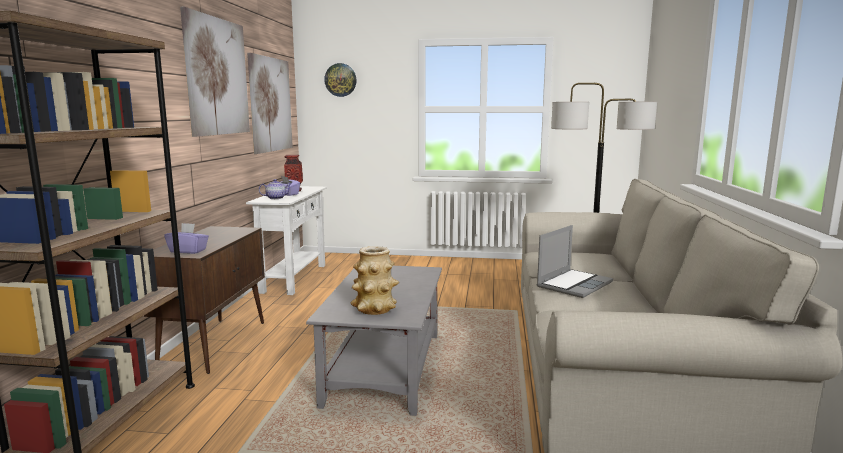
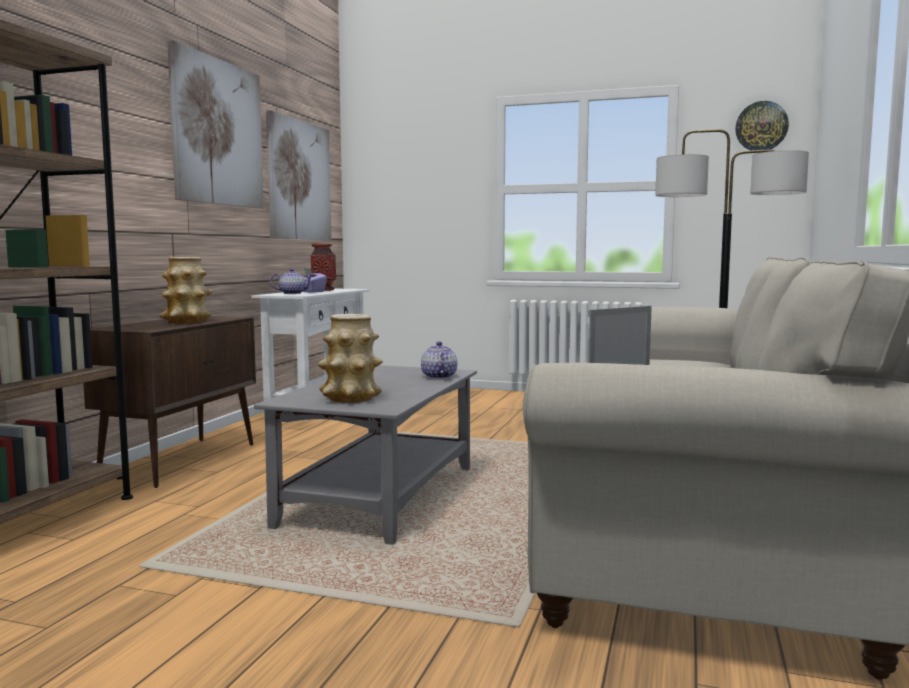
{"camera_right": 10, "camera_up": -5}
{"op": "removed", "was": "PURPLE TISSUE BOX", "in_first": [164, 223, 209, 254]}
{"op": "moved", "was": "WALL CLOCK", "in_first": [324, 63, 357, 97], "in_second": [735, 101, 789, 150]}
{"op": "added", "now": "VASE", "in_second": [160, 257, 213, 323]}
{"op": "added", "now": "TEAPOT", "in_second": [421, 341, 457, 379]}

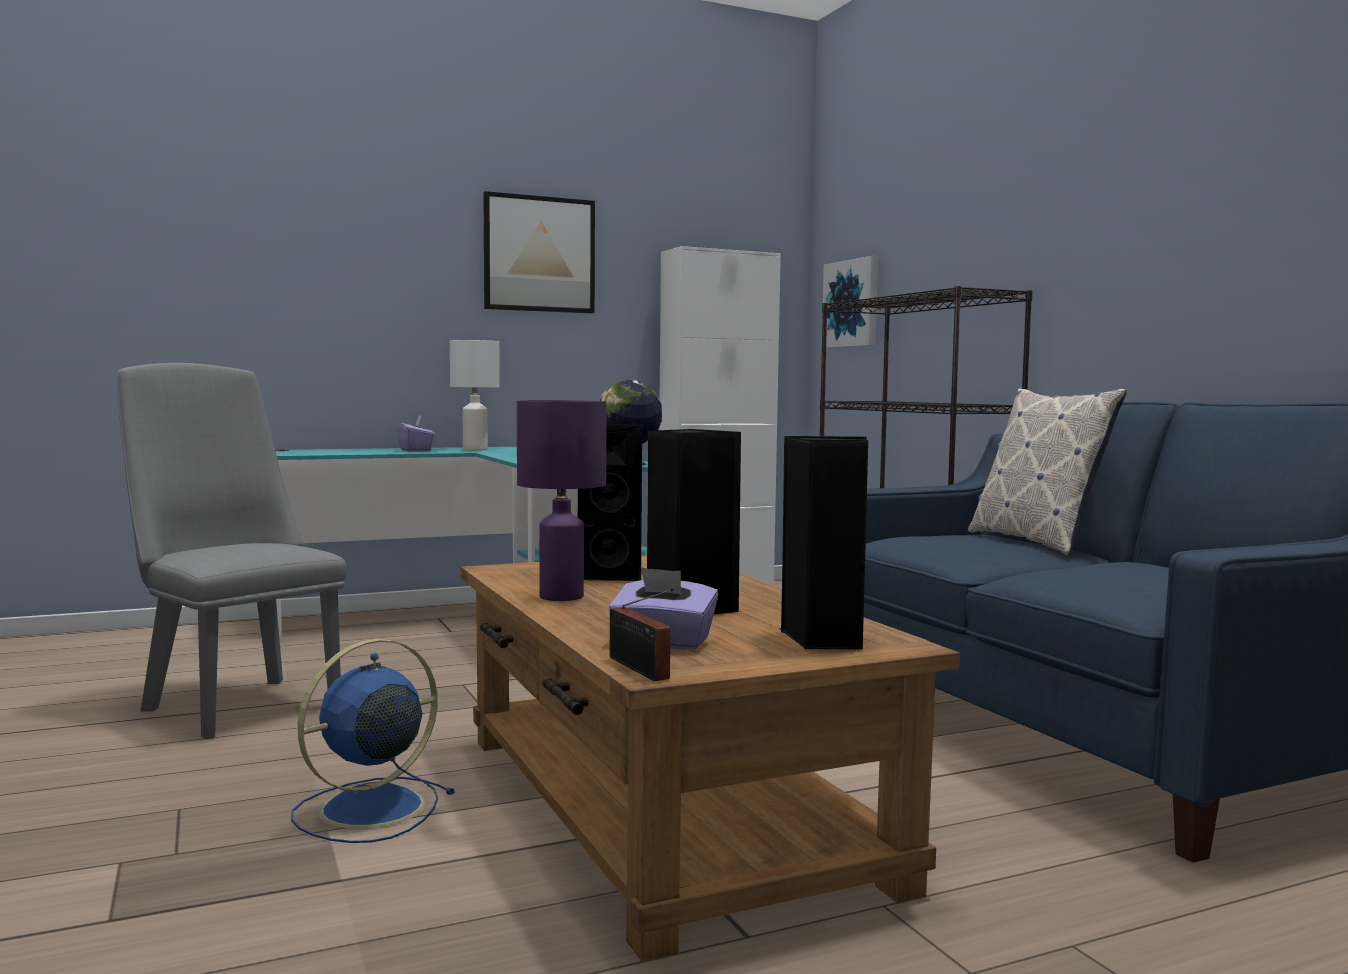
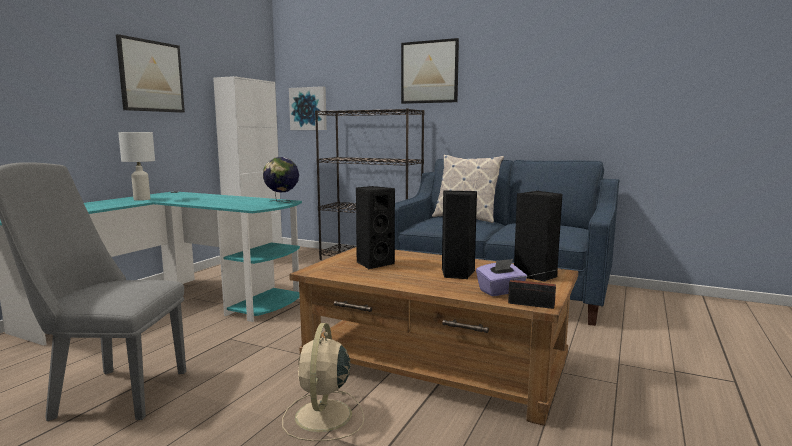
{"camera_right": -40, "camera_up": 5}
{"op": "recoloured", "was": "BLUE FAN", "now": "BEIGE FAN", "in_first": [291, 639, 455, 843], "in_second": [282, 323, 364, 441]}
{"op": "removed", "was": "PURPLE TISSUE BOX", "in_first": [397, 415, 435, 452]}
{"op": "removed", "was": "PURPLE TABLE LAMP", "in_first": [517, 400, 606, 601]}
{"op": "added", "now": "PICTURE", "in_second": [401, 38, 459, 104]}

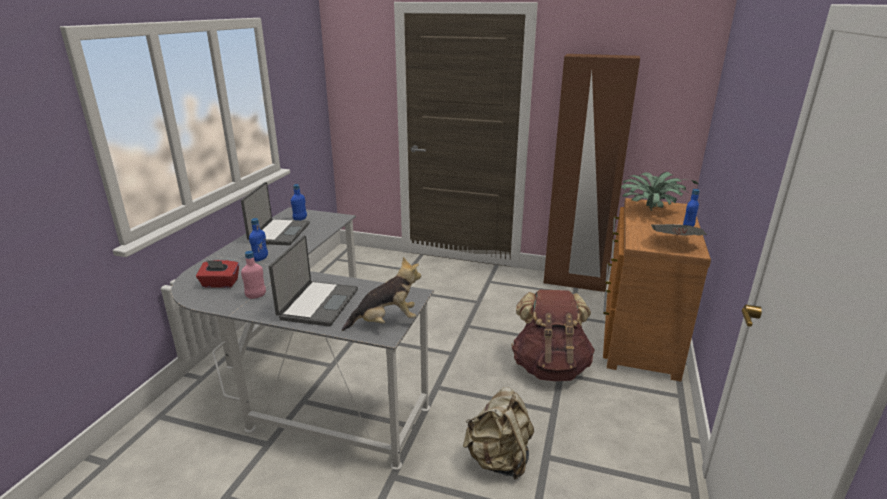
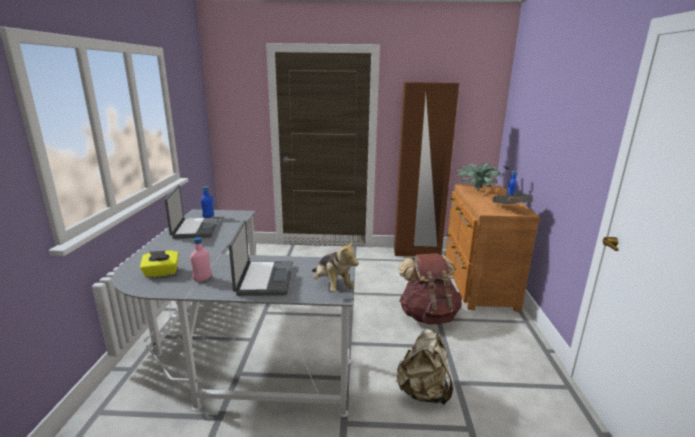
{"camera_right": -15, "camera_up": -5}
{"op": "recoloured", "was": "RED TISSUE BOX", "now": "YELLOW TISSUE BOX", "in_first": [196, 260, 239, 288], "in_second": [140, 251, 179, 278]}
{"op": "removed", "was": "BLUE BOTTLE", "in_first": [249, 218, 268, 261]}
{"op": "turned", "was": "PLUSH TOY", "in_first": [342, 257, 421, 331], "in_second": [312, 240, 359, 292], "clockwise": 90}

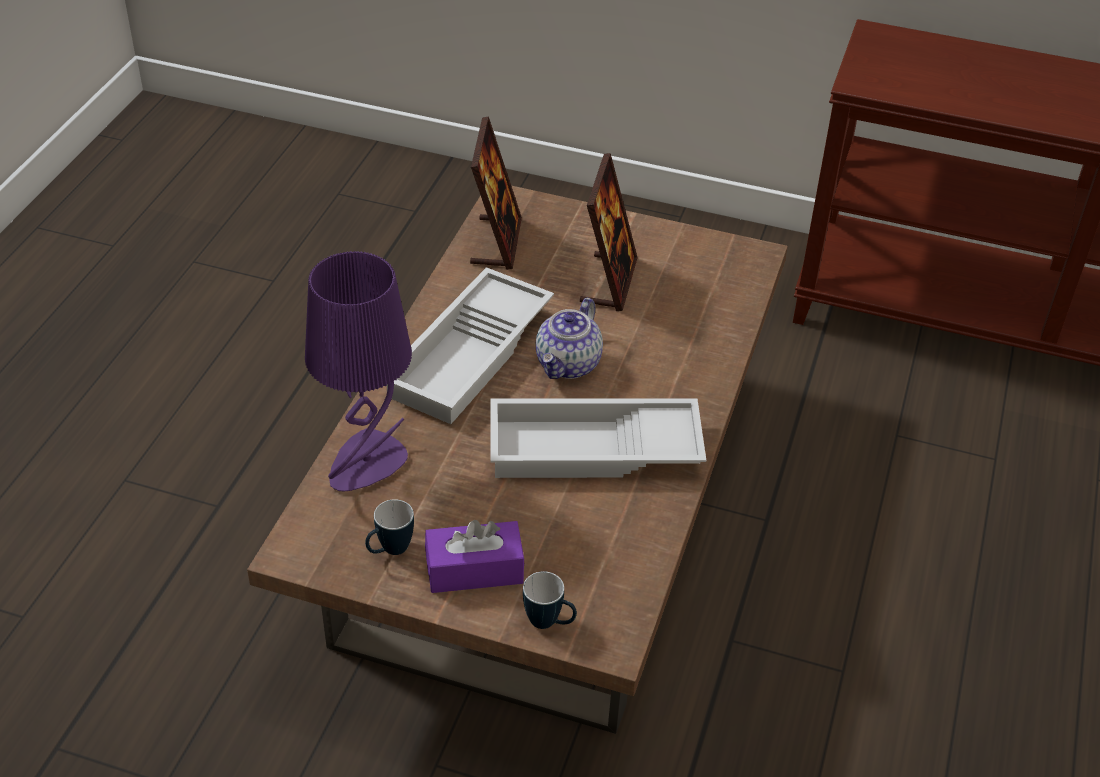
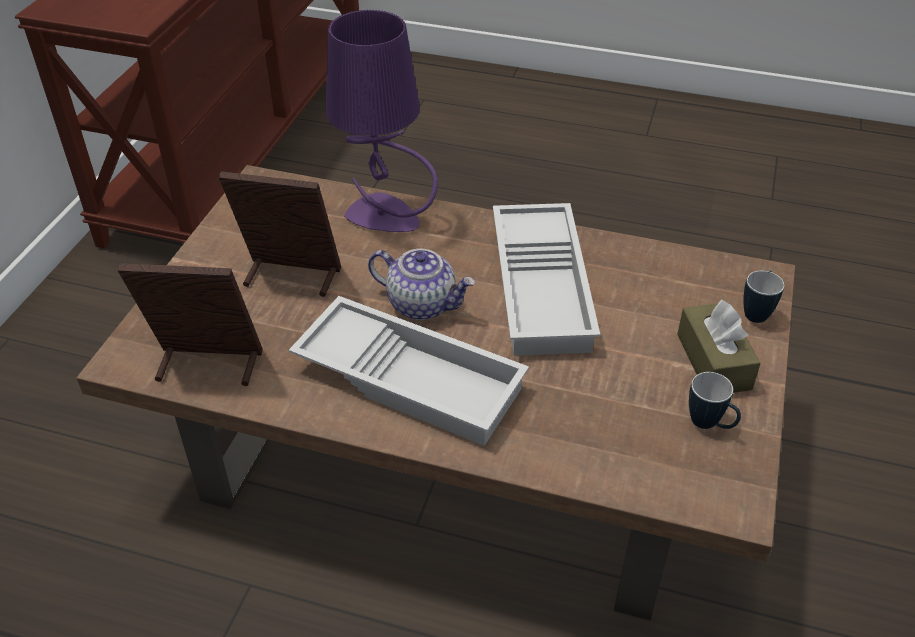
{"camera_right": -90, "camera_up": 0}
{"op": "moved", "was": "PURPLE TABLE LAMP", "in_first": [305, 251, 412, 491], "in_second": [325, 10, 438, 232]}
{"op": "recoloured", "was": "PURPLE TISSUE BOX", "now": "BROWN TISSUE BOX", "in_first": [425, 520, 525, 593], "in_second": [677, 299, 761, 393]}

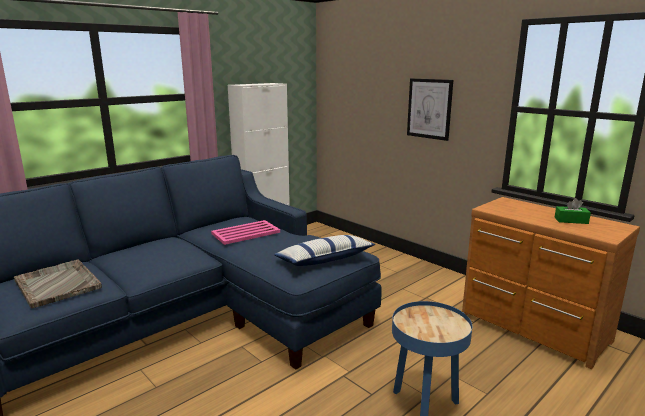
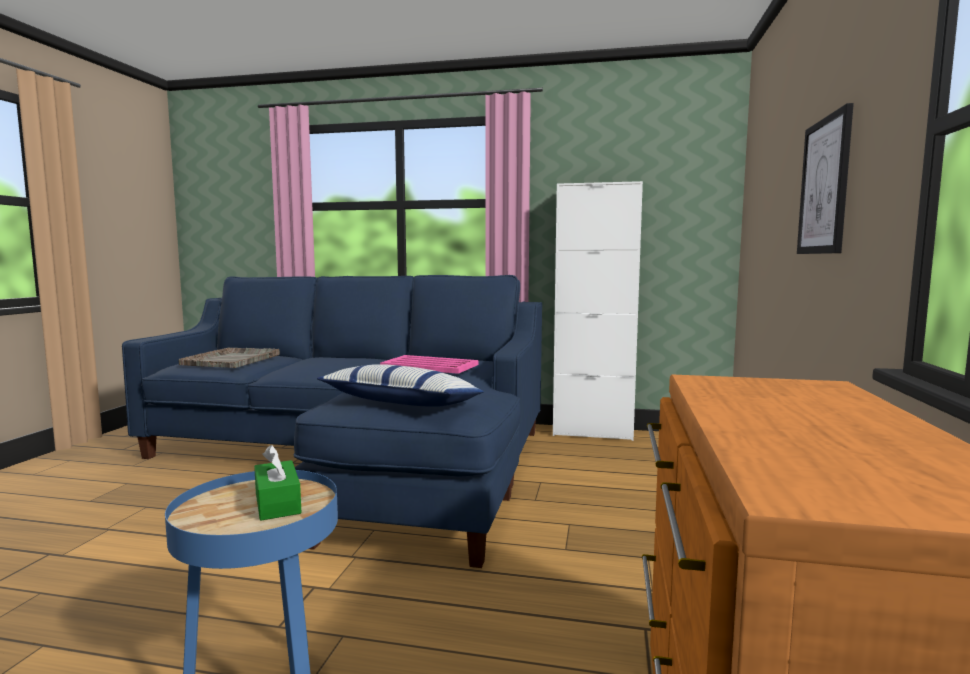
{"camera_right": 55, "camera_up": -10}
{"op": "moved", "was": "GREEN TISSUE BOX", "in_first": [555, 198, 591, 224], "in_second": [254, 445, 301, 521]}

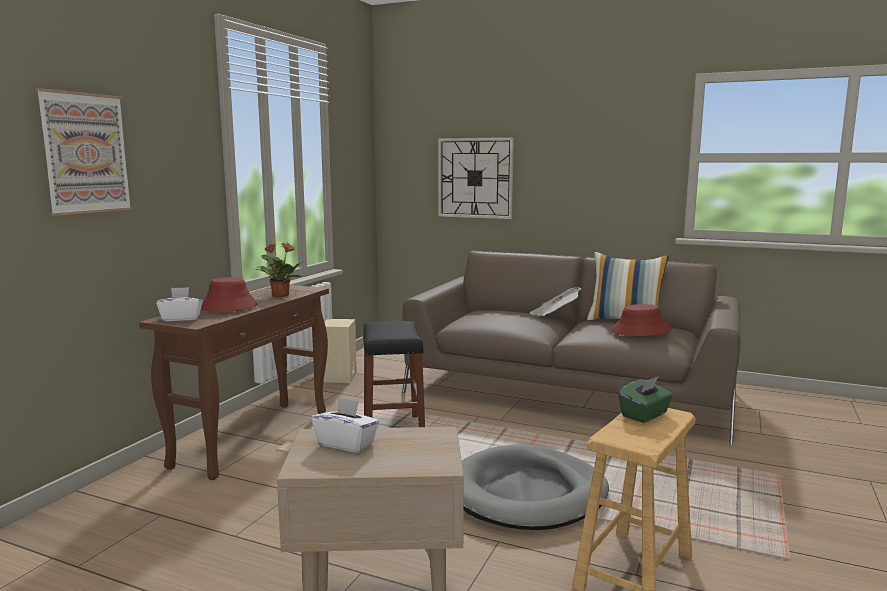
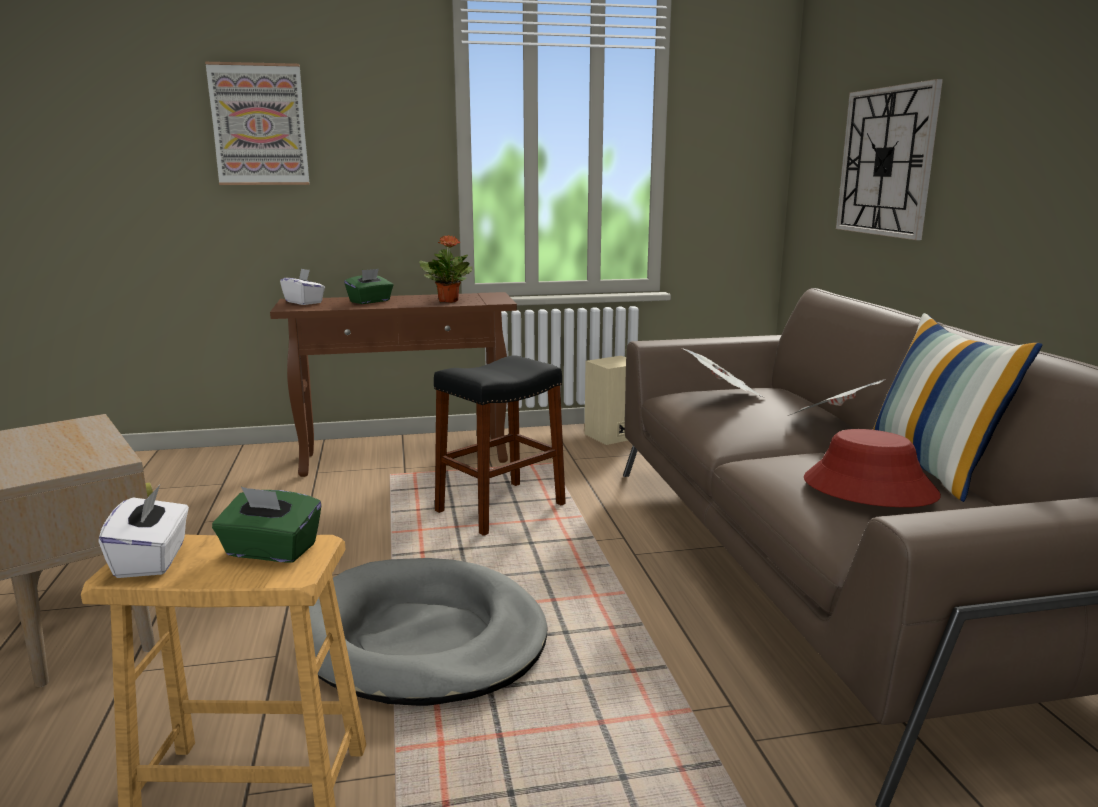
{"camera_right": 55, "camera_up": 5}
{"op": "replaced", "was": "RED HAT", "now": "GREEN TISSUE BOX", "in_first": [201, 277, 258, 312], "in_second": [344, 269, 393, 304]}
{"op": "moved", "was": "WHITE TISSUE BOX", "in_first": [311, 397, 379, 453], "in_second": [98, 485, 189, 578]}
{"op": "added", "now": "NEWSPAPER", "in_second": [682, 348, 766, 398]}

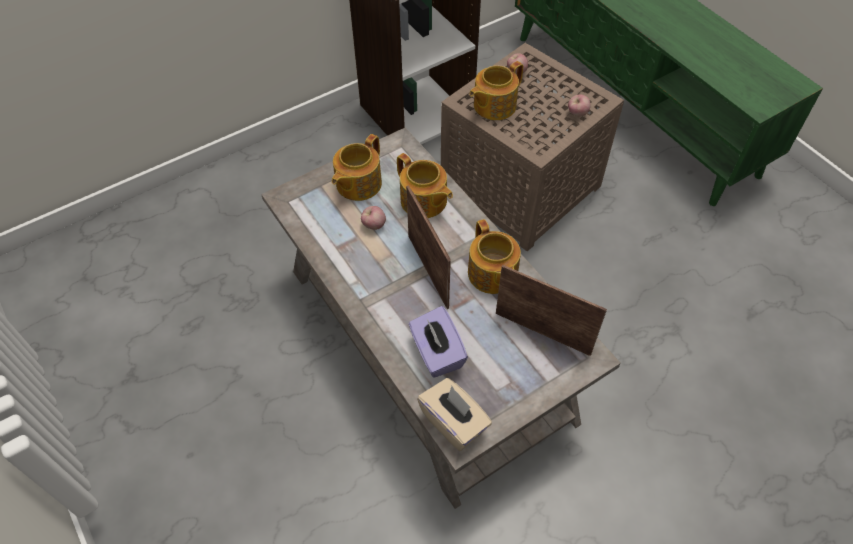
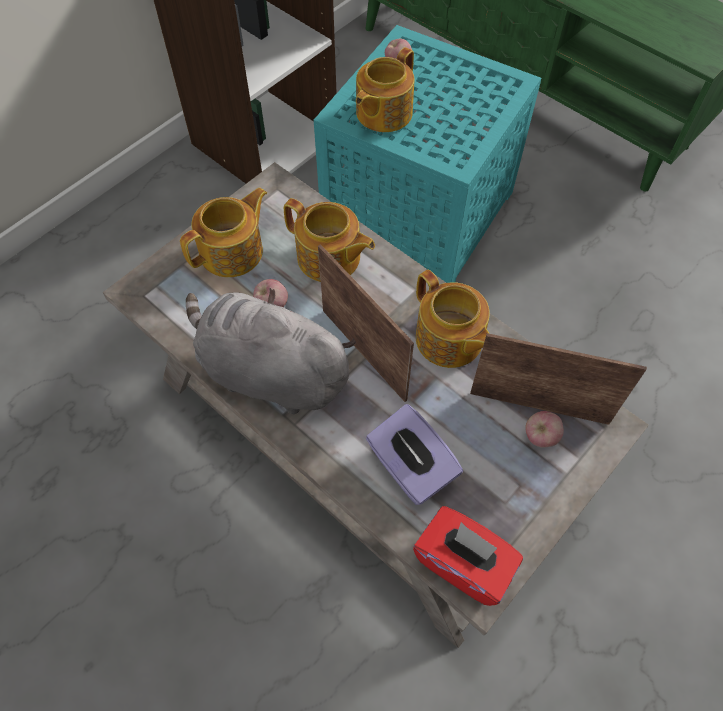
{"camera_right": -15, "camera_up": 5}
{"op": "turned", "was": "TEAPOT", "in_first": [332, 134, 382, 201], "in_second": [180, 188, 267, 277], "clockwise": -150}
{"op": "recoloured", "was": "BEIGE TISSUE BOX", "now": "RED TISSUE BOX", "in_first": [417, 378, 492, 451], "in_second": [413, 506, 523, 606]}
{"op": "recoloured", "was": "BROWN SIDE TABLE", "now": "TURQUOISE SIDE TABLE", "in_first": [441, 43, 624, 251], "in_second": [314, 25, 541, 283]}
{"op": "moved", "was": "APPLE", "in_first": [568, 94, 591, 116], "in_second": [525, 411, 564, 448]}
{"op": "added", "now": "GREY PLUSH TOY", "in_second": [186, 288, 356, 414]}

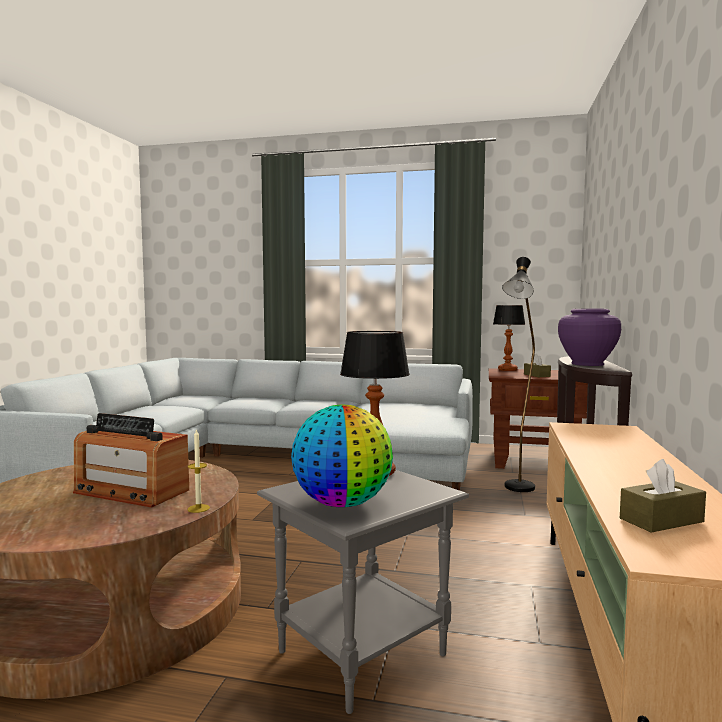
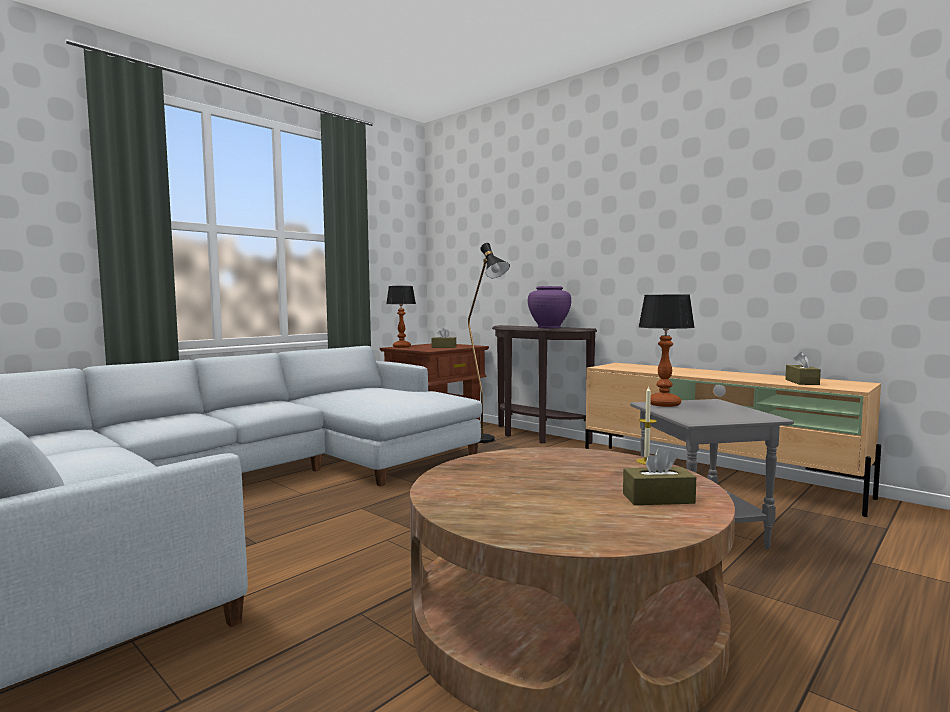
{"camera_right": -60, "camera_up": 0}
{"op": "removed", "was": "RADIO", "in_first": [73, 413, 189, 508]}
{"op": "removed", "was": "GLOBE", "in_first": [291, 405, 393, 508]}
{"op": "added", "now": "BROWN TISSUE BOX", "in_second": [623, 447, 696, 505]}

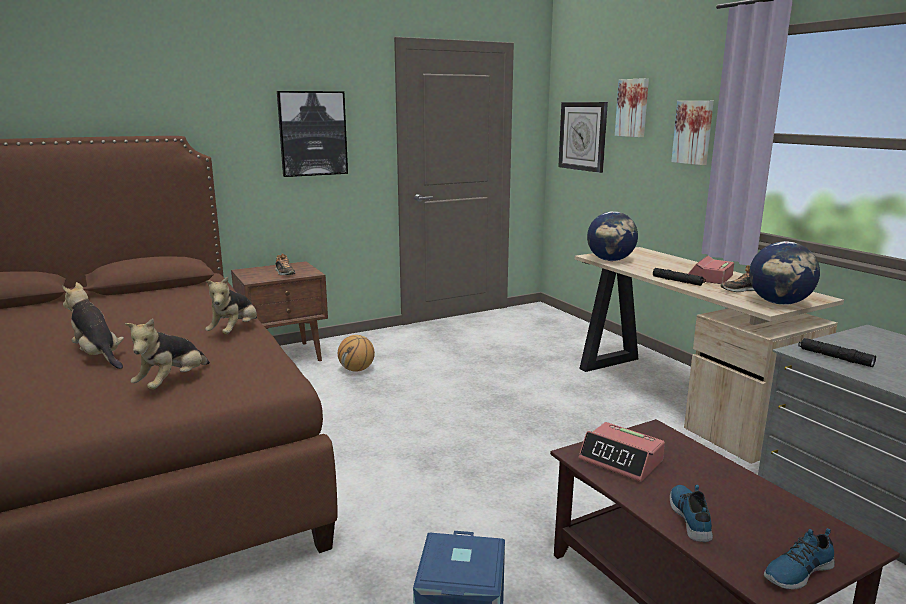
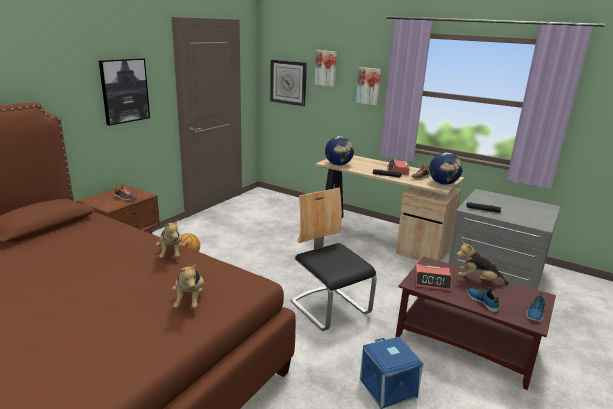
{"camera_right": -30, "camera_up": 5}
{"op": "moved", "was": "PLUSH TOY", "in_first": [63, 282, 124, 369], "in_second": [456, 241, 509, 285]}
{"op": "added", "now": "CHAIR", "in_second": [290, 188, 377, 331]}

